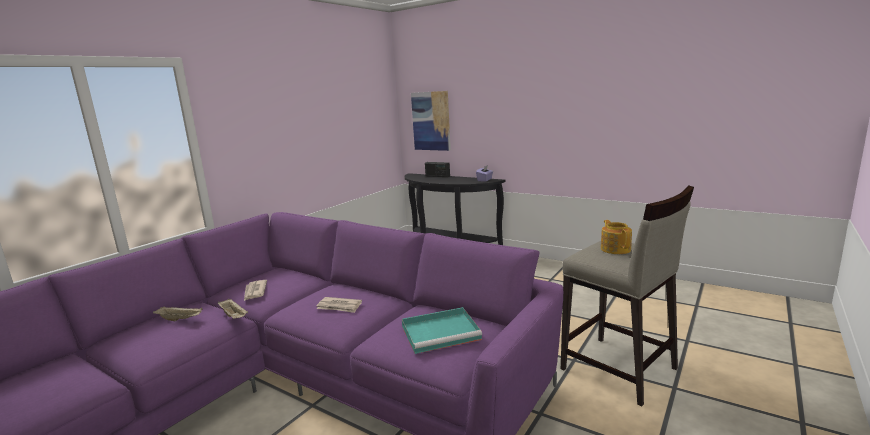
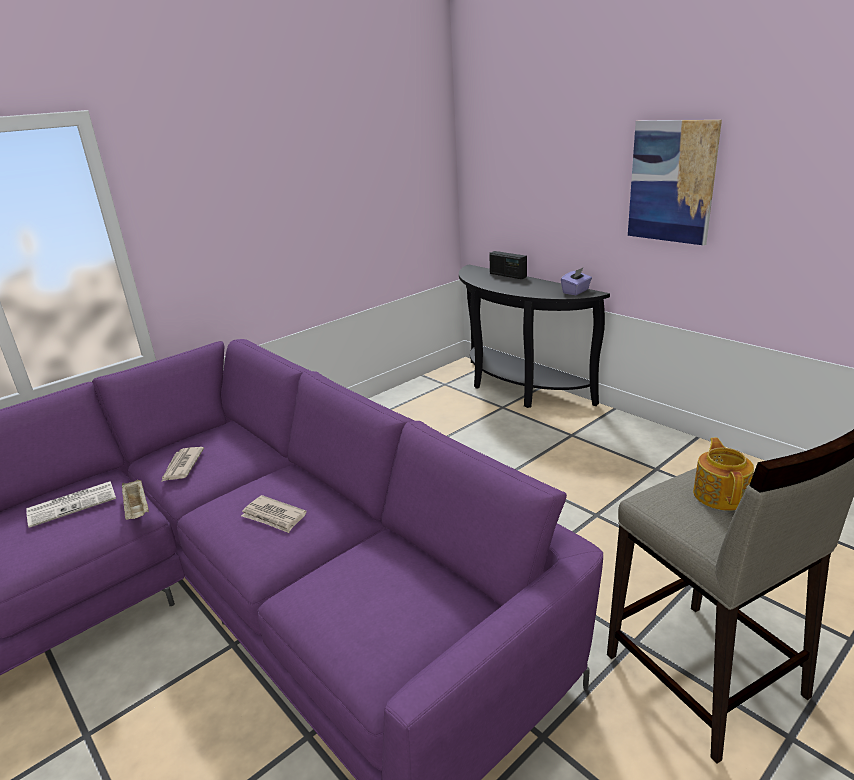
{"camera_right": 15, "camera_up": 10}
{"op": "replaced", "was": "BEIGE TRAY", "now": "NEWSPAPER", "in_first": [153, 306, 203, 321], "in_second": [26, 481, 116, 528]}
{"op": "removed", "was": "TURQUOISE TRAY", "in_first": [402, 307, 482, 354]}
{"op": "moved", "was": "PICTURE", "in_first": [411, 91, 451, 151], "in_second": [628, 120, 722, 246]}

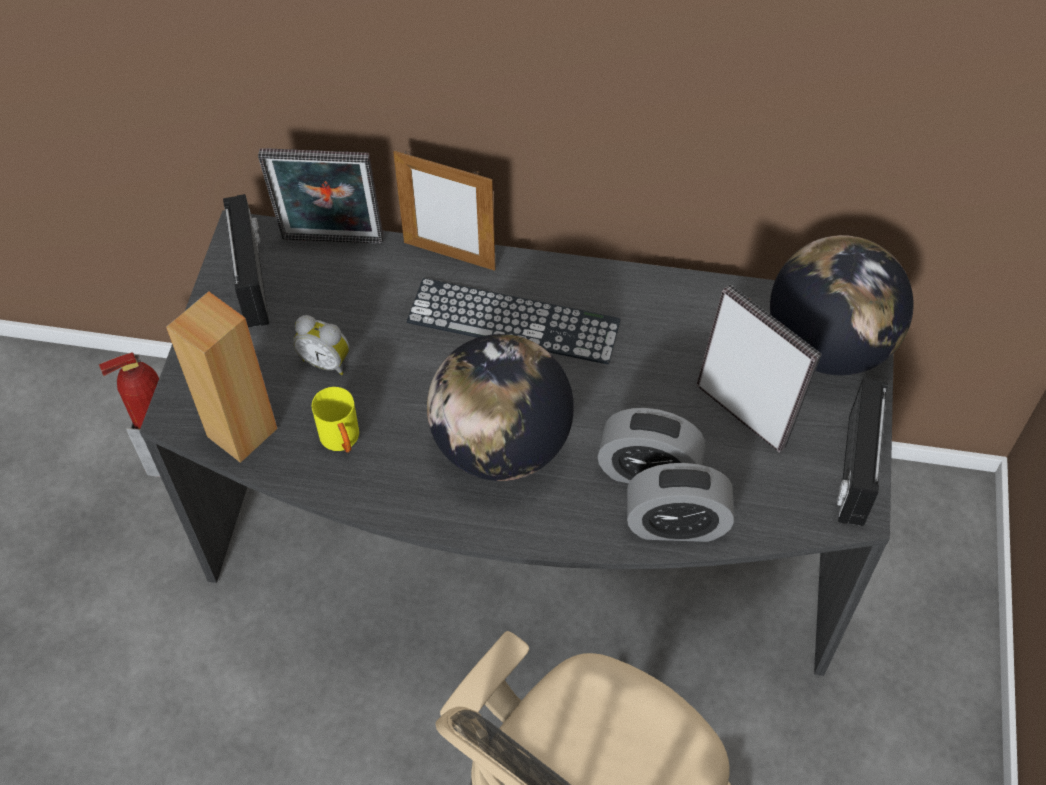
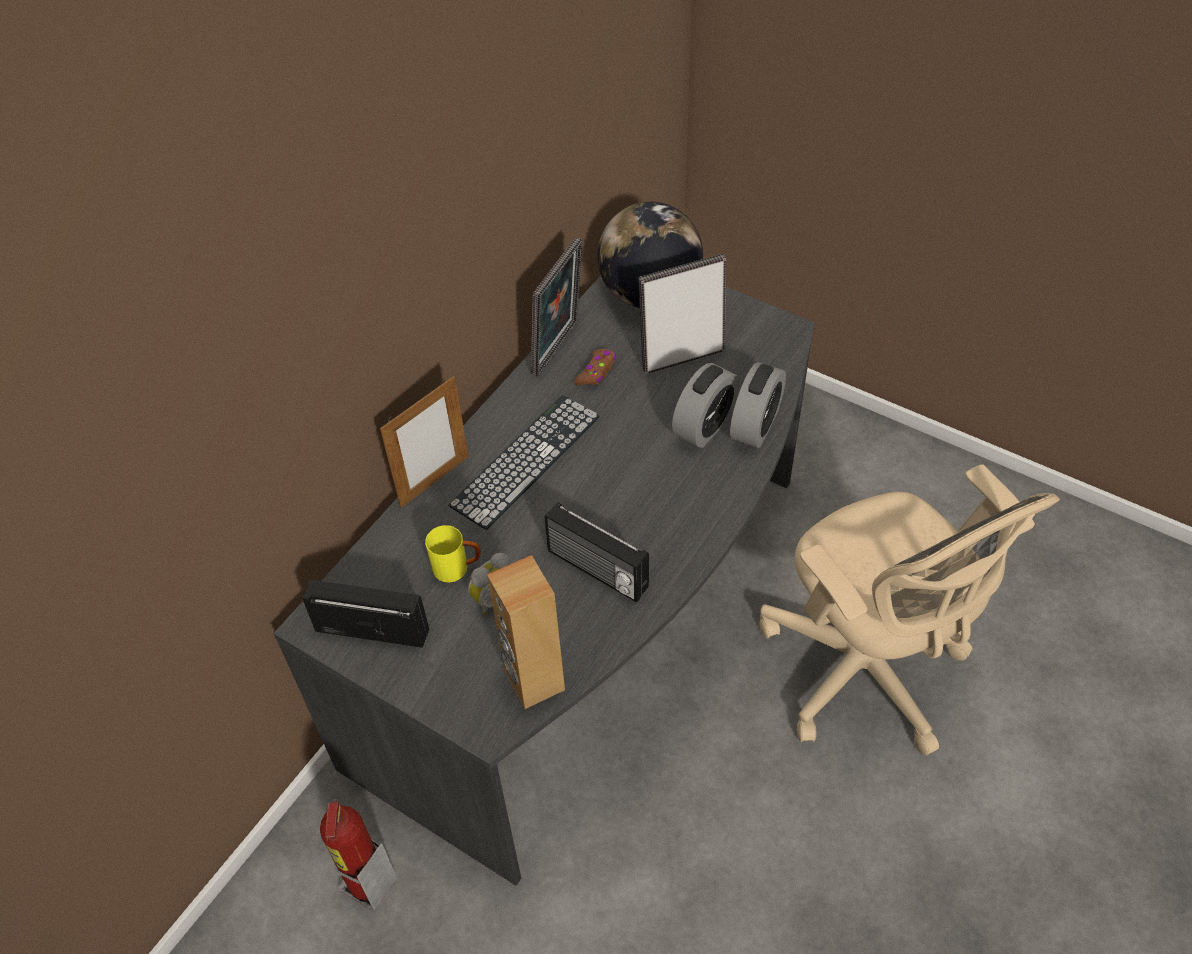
{"camera_right": -65, "camera_up": -5}
{"op": "moved", "was": "PICTURE FRAME", "in_first": [258, 148, 384, 244], "in_second": [531, 237, 583, 377]}
{"op": "moved", "was": "YELLOW MUG", "in_first": [312, 387, 359, 452], "in_second": [425, 525, 481, 582]}
{"op": "removed", "was": "GLOBE", "in_first": [427, 334, 574, 481]}
{"op": "moved", "was": "RADIO", "in_first": [837, 378, 888, 526], "in_second": [545, 502, 649, 603]}
{"op": "added", "now": "BROWN GAME CONTROLLER", "in_second": [574, 349, 616, 385]}

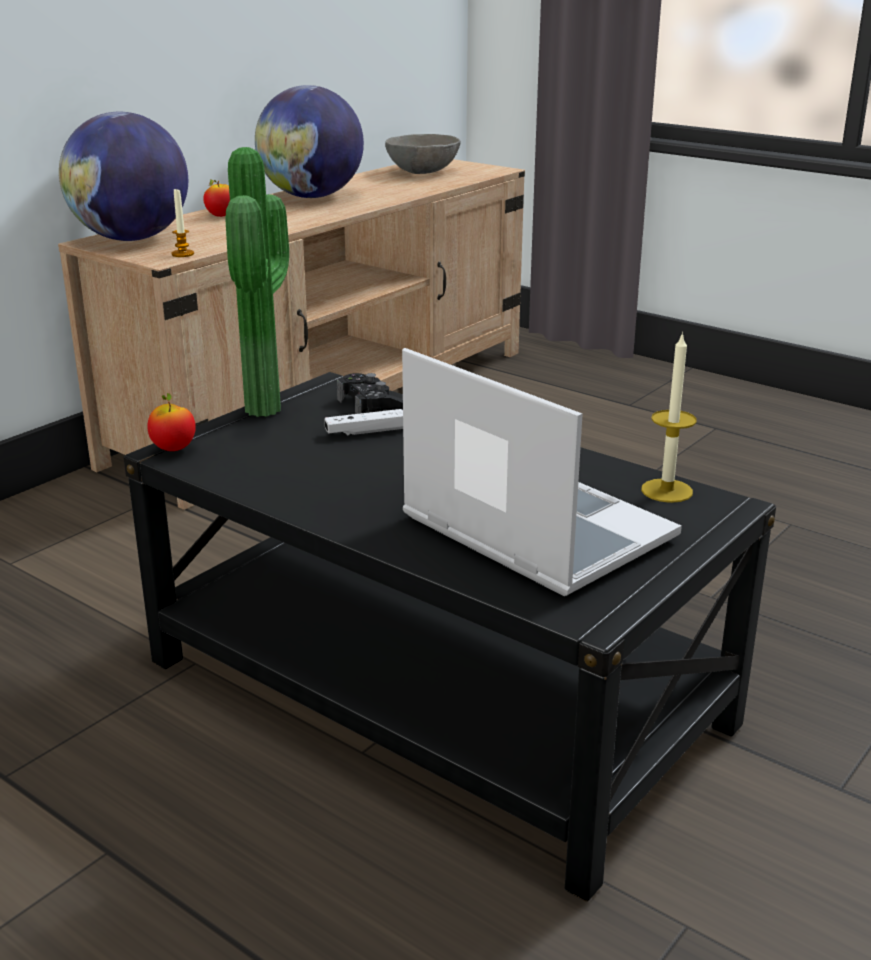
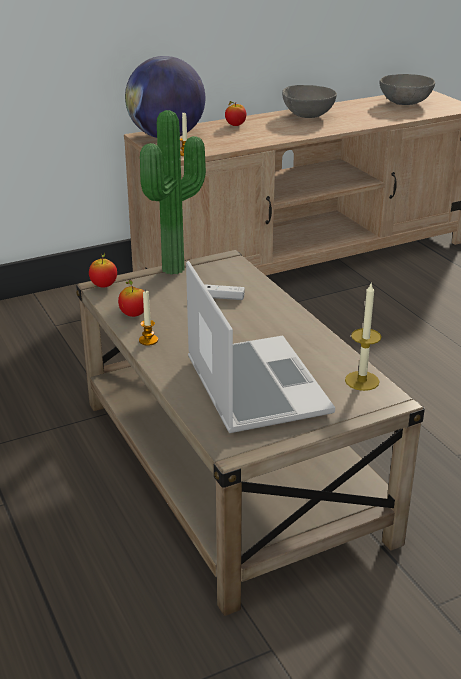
{"camera_right": 25, "camera_up": 5}
{"op": "recoloured", "was": "BLACK COFFEE TABLE", "now": "BEIGE COFFEE TABLE", "in_first": [123, 372, 776, 902], "in_second": [76, 250, 425, 616]}
{"op": "replaced", "was": "GLOBE", "now": "GREY BOWL", "in_first": [255, 85, 364, 198], "in_second": [282, 85, 337, 118]}
{"op": "removed", "was": "BLACK GAME CONTROLLER", "in_first": [337, 373, 403, 414]}
{"op": "added", "now": "APPLE", "in_second": [118, 280, 144, 317]}
{"op": "added", "now": "CANDLE", "in_second": [139, 291, 158, 346]}

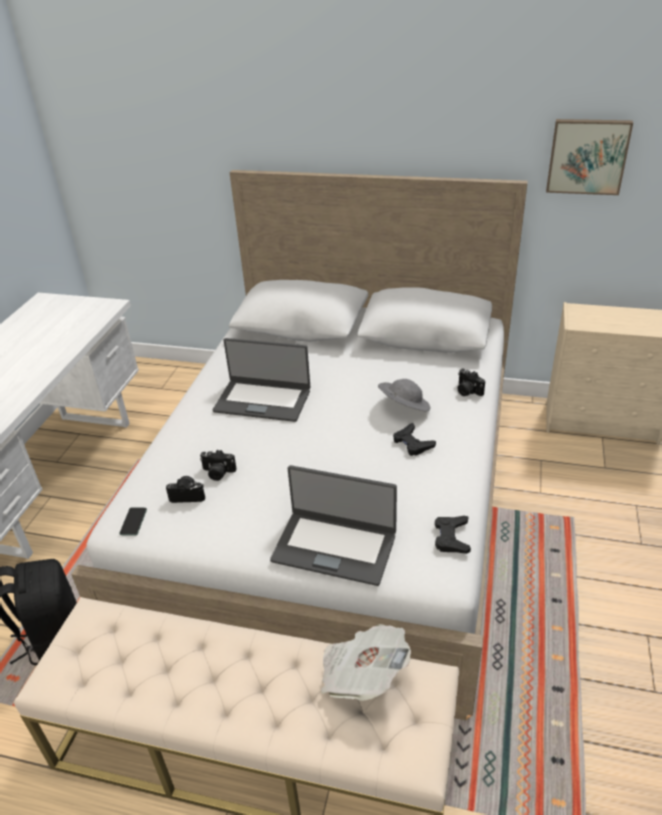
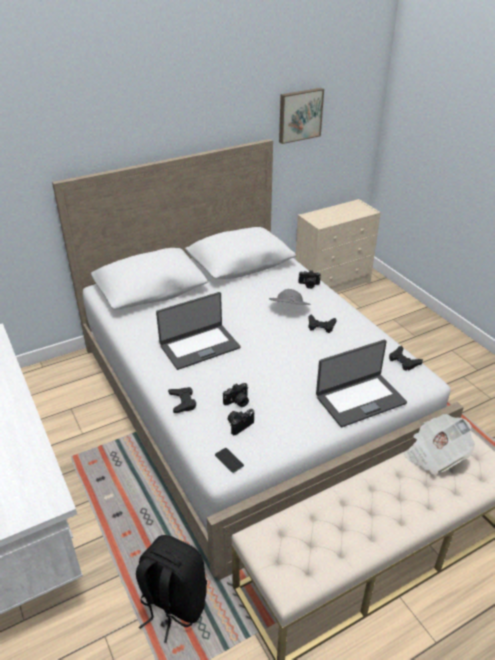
{"camera_right": -45, "camera_up": 0}
{"op": "added", "now": "BLACK GAME CONTROLLER", "in_second": [168, 387, 196, 413]}

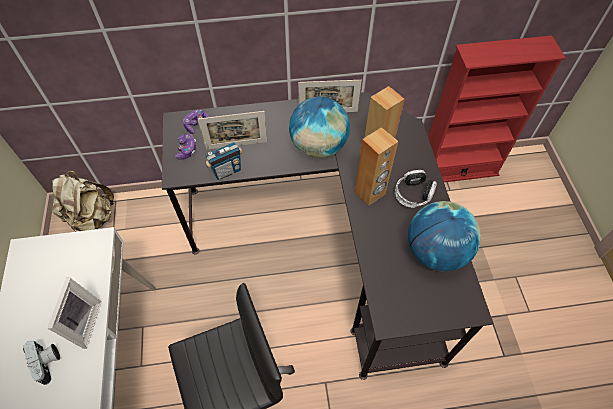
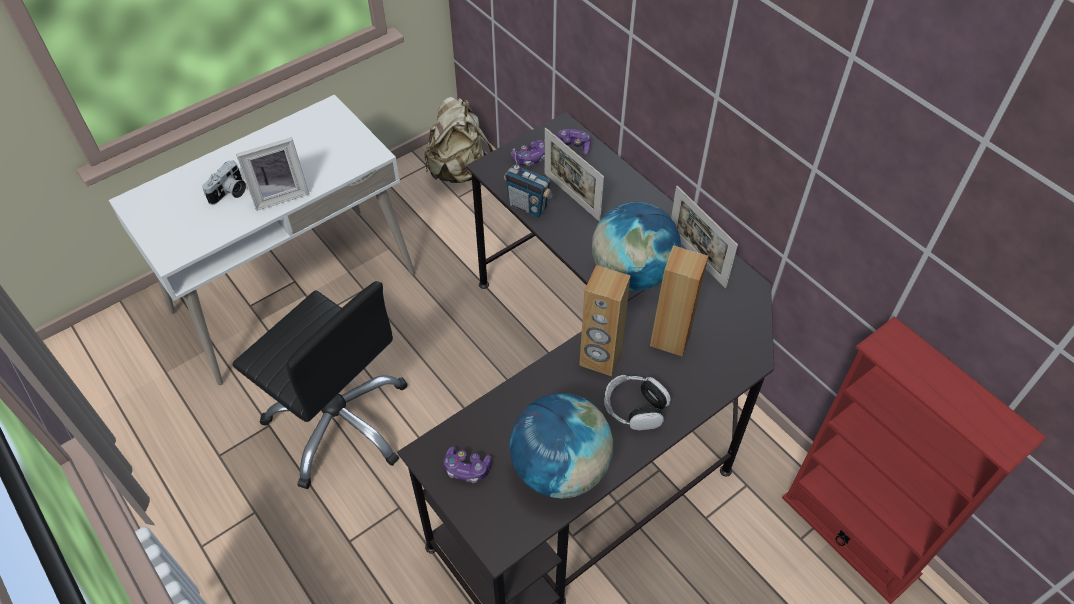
{"camera_right": 60, "camera_up": -5}
{"op": "added", "now": "GAME CONTROLLER", "in_second": [443, 446, 492, 483]}

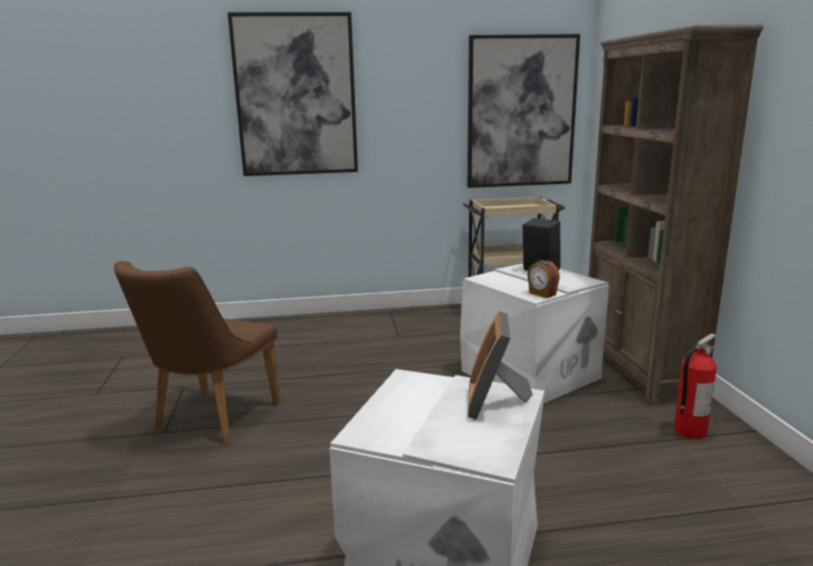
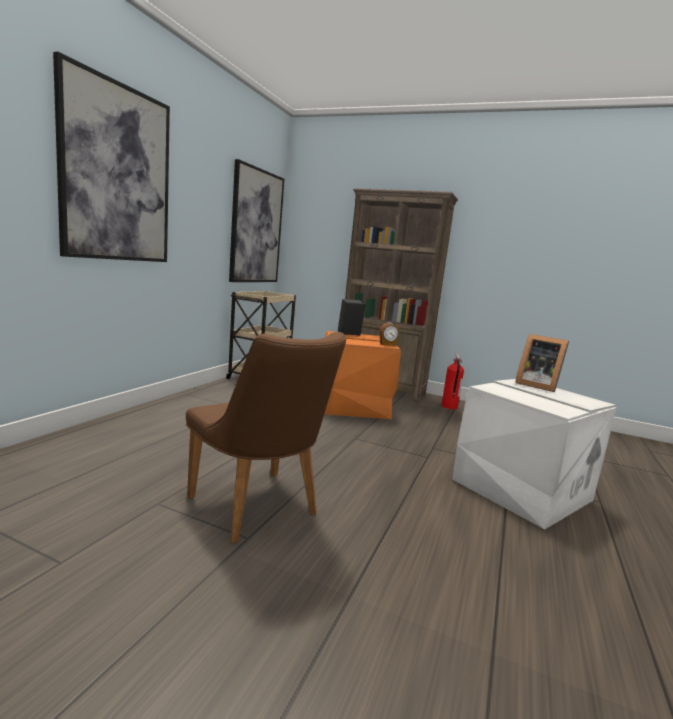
{"camera_right": -60, "camera_up": -5}
{"op": "recoloured", "was": "WHITE STORAGE BOX", "now": "ORANGE STORAGE BOX", "in_first": [460, 264, 609, 403], "in_second": [324, 331, 401, 419]}

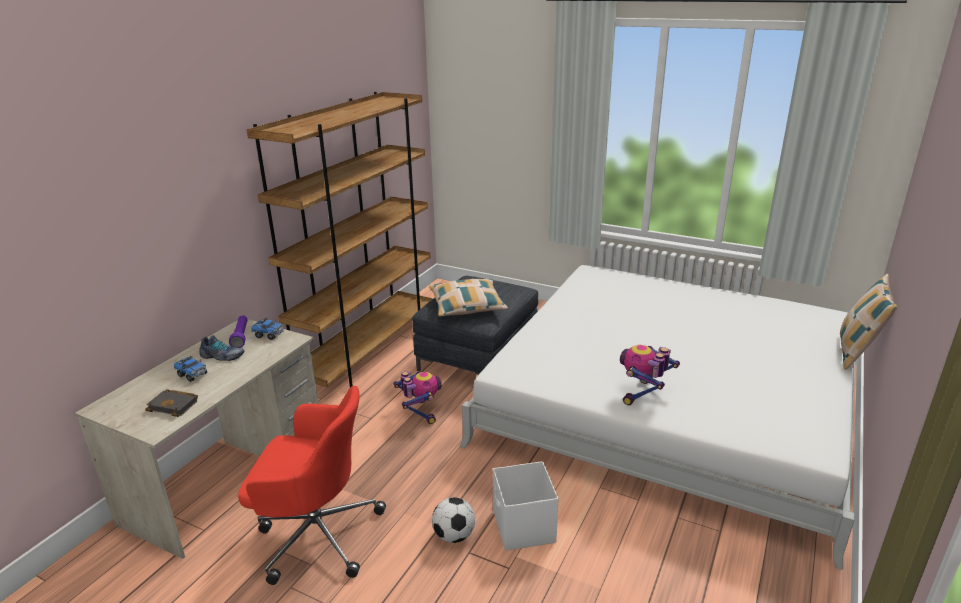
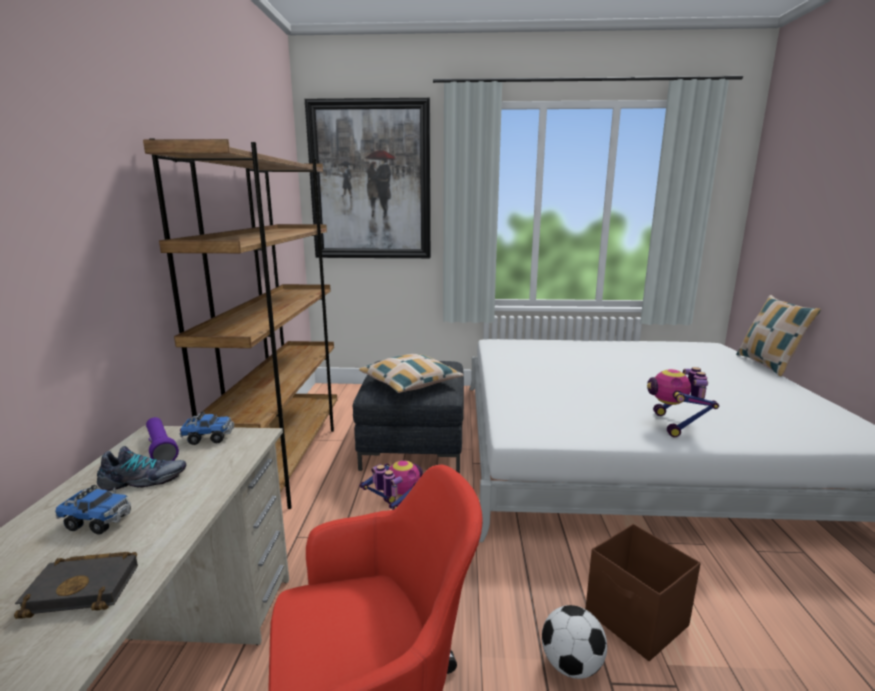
{"camera_right": -25, "camera_up": -10}
{"op": "recoloured", "was": "WHITE STORAGE BOX", "now": "BROWN STORAGE BOX", "in_first": [493, 461, 558, 551], "in_second": [586, 524, 701, 661]}
{"op": "added", "now": "PICTURE", "in_second": [305, 98, 431, 258]}

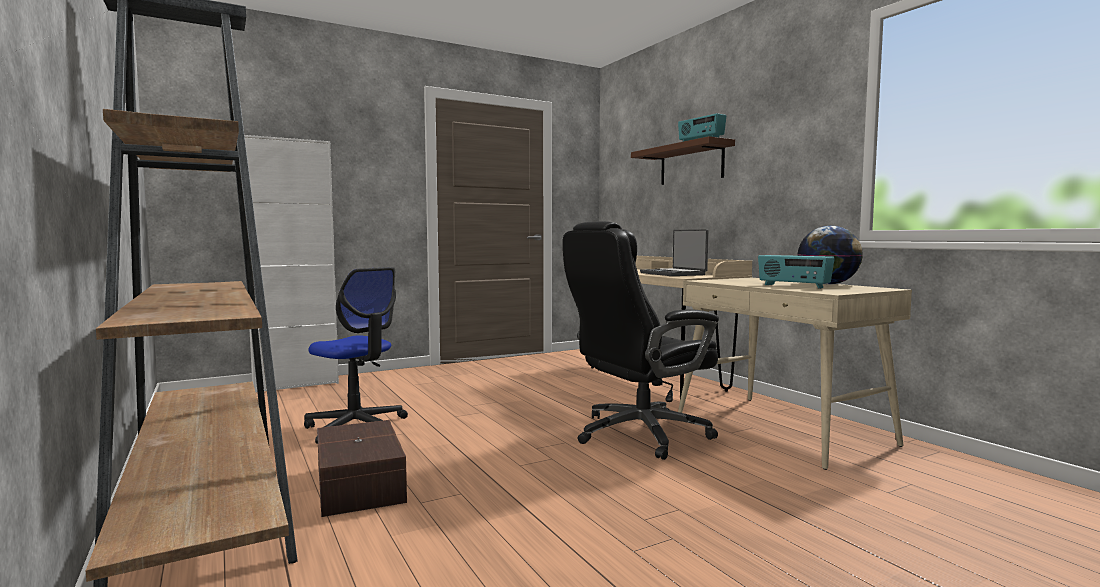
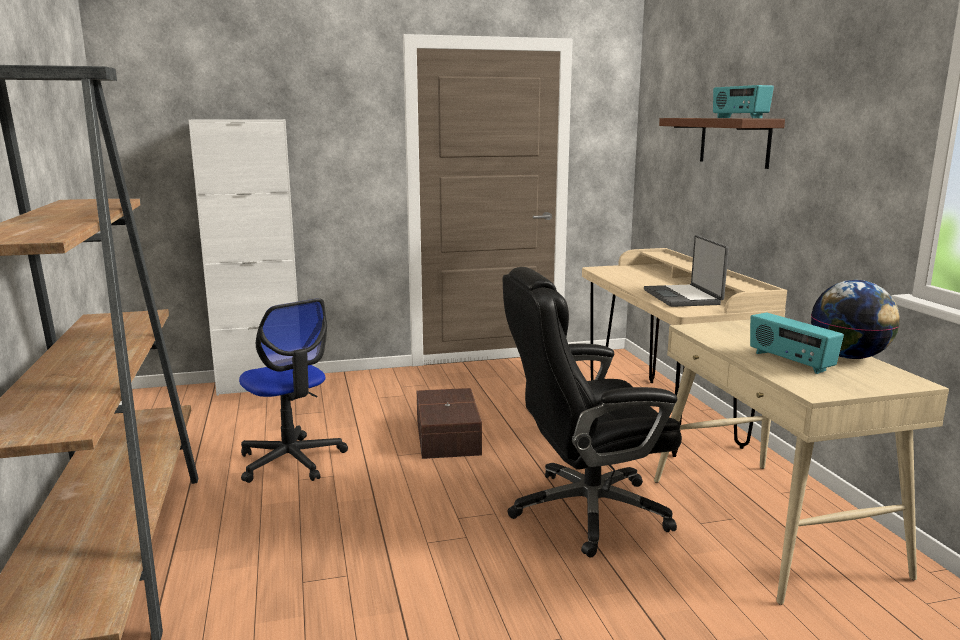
{"camera_right": 15, "camera_up": 10}
{"op": "moved", "was": "BROWN STORAGE BOX", "in_first": [317, 420, 407, 517], "in_second": [417, 388, 482, 459]}

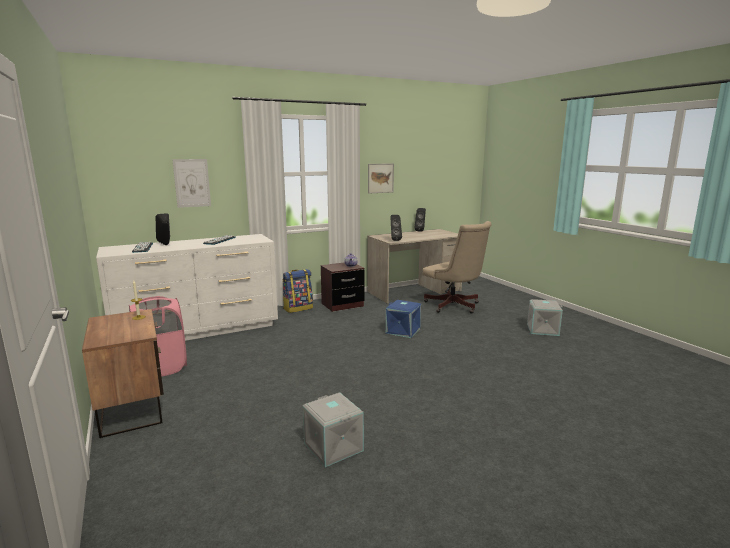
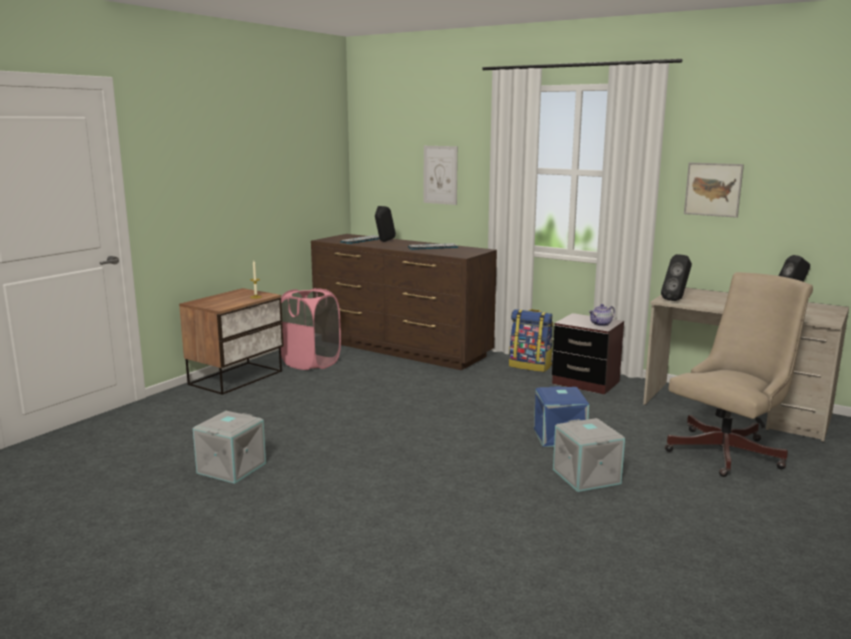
{"camera_right": 60, "camera_up": 0}
{"op": "recoloured", "was": "WHITE DRESSER", "now": "BROWN DRESSER", "in_first": [96, 234, 278, 341], "in_second": [311, 234, 497, 370]}
{"op": "turned", "was": "BEIGE OFFICE CHAIR", "in_first": [423, 221, 492, 314], "in_second": [665, 272, 813, 477], "clockwise": -150}
{"op": "moved", "was": "GREY STORAGE BOX", "in_first": [527, 299, 563, 336], "in_second": [553, 418, 625, 492]}

